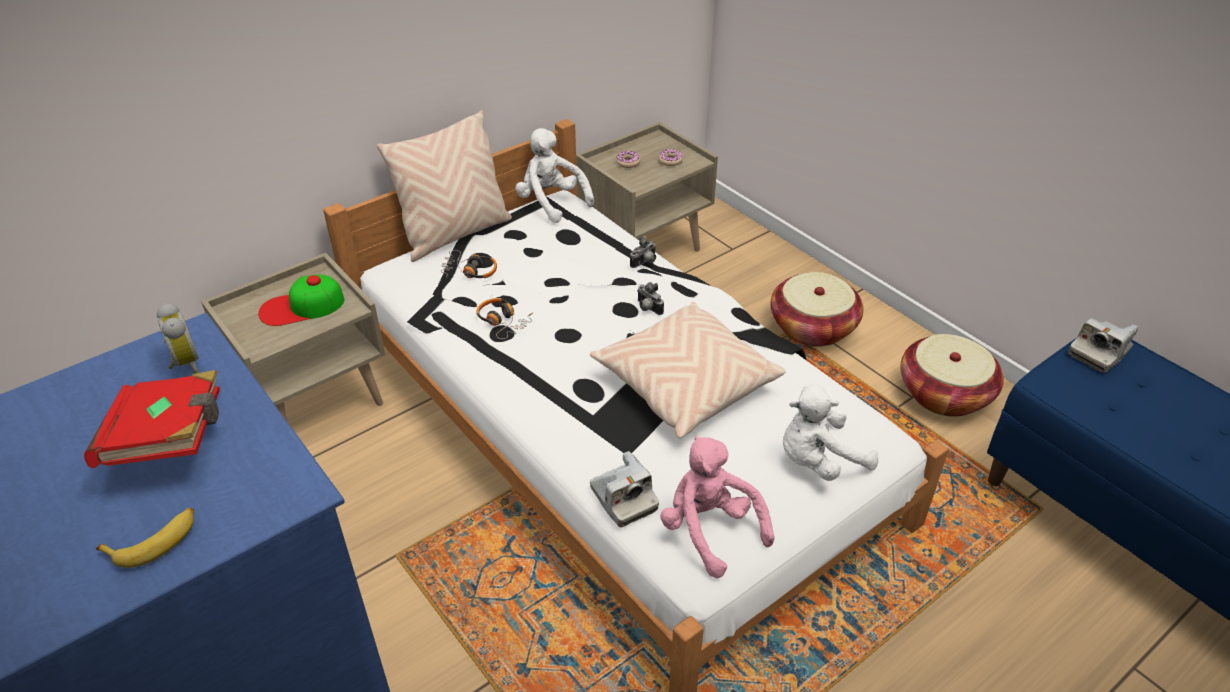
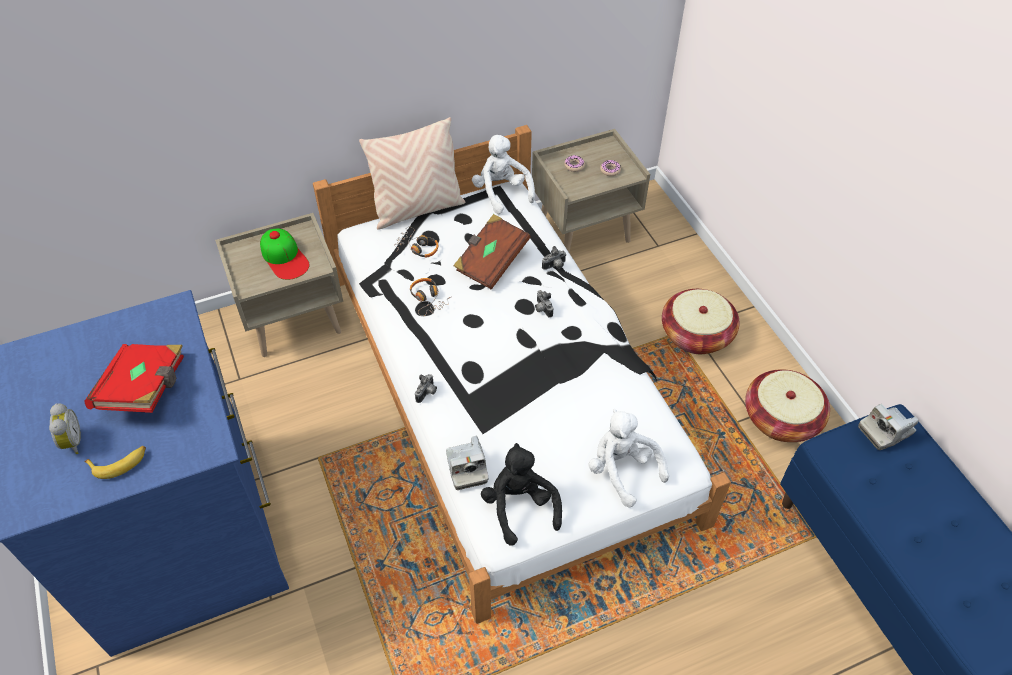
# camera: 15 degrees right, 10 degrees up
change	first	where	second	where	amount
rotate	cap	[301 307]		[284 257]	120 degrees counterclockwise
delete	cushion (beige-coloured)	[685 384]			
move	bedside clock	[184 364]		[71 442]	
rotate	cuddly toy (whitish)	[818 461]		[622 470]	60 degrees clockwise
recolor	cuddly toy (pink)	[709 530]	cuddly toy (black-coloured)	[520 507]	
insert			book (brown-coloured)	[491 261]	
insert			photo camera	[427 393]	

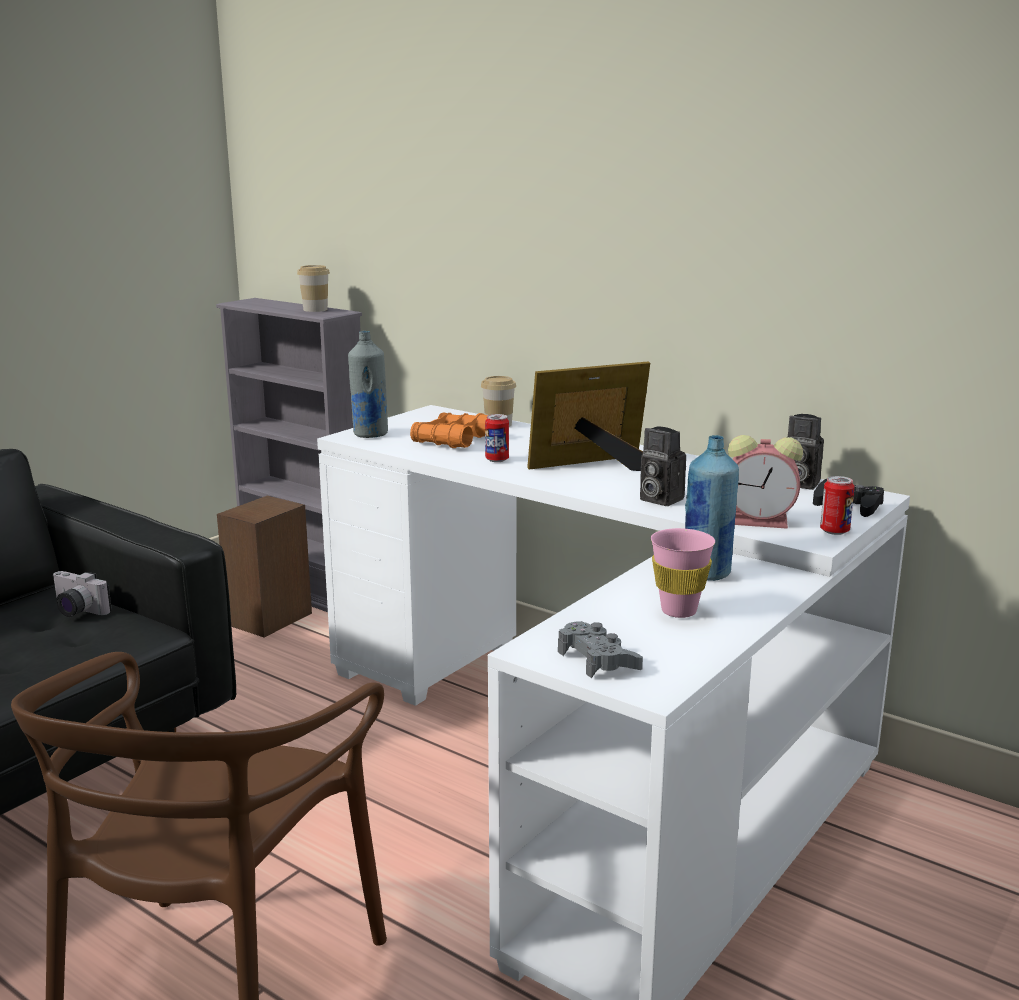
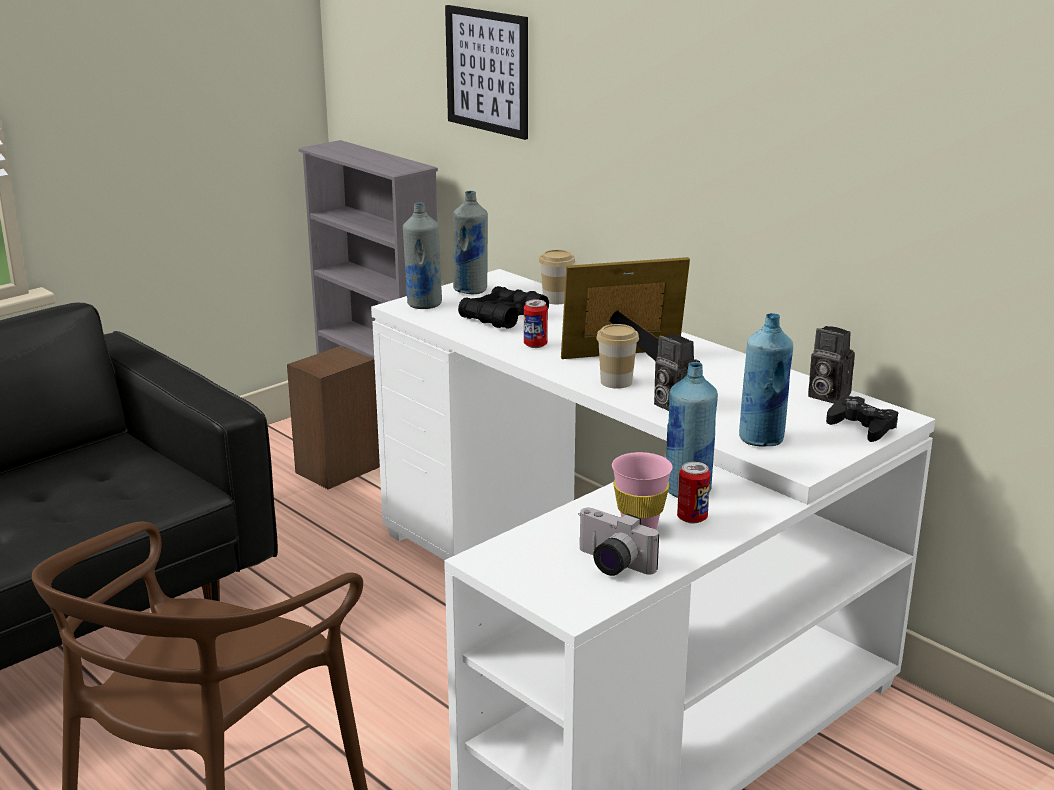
# camera: 10 degrees right, 5 degrees up
change	first	where	second	where	amount
move	small cup	[315 309]		[616 382]	
recolor	field glasses (orange-coloured)	[454 440]	field glasses (black-coloured)	[503 317]	
replace	bedside clock	[762 521]	drink bottle (bluish)	[762 439]	
move	sealed can	[834 531]		[692 518]	
move	photo camera	[76 611]		[610 564]	
delete	game controller (grey)	[598 660]			
insert			picture	[487 71]	
insert			drink bottle (grey)	[471 290]	

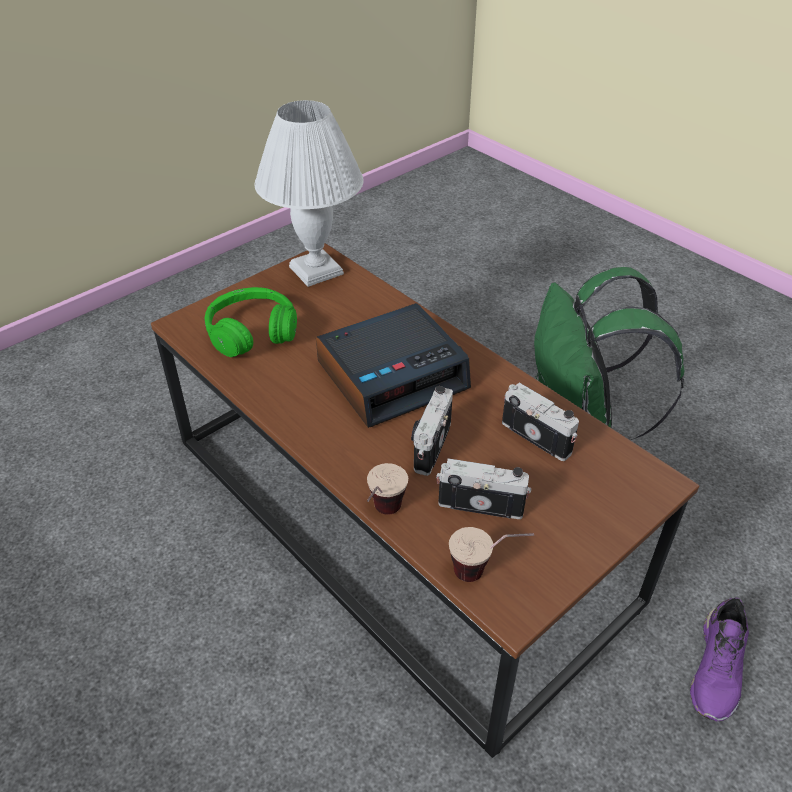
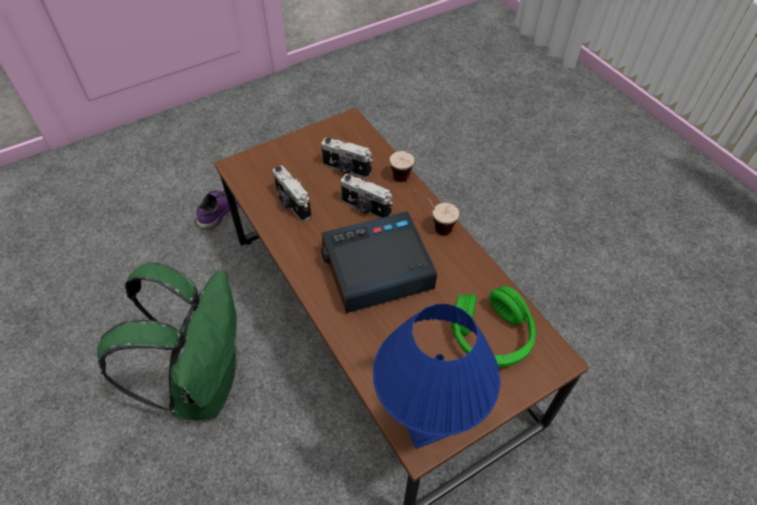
# camera: 170 degrees left, 10 degrees up
change	first	where	second	where	amount
recolor	lamp for a table (whitish)	[315 270]	lamp for a table (bluish)	[428 421]	
rotate	photo camera	[429 445]		[365 208]	90 degrees clockwise
move	small cup	[486 573]		[433 226]	

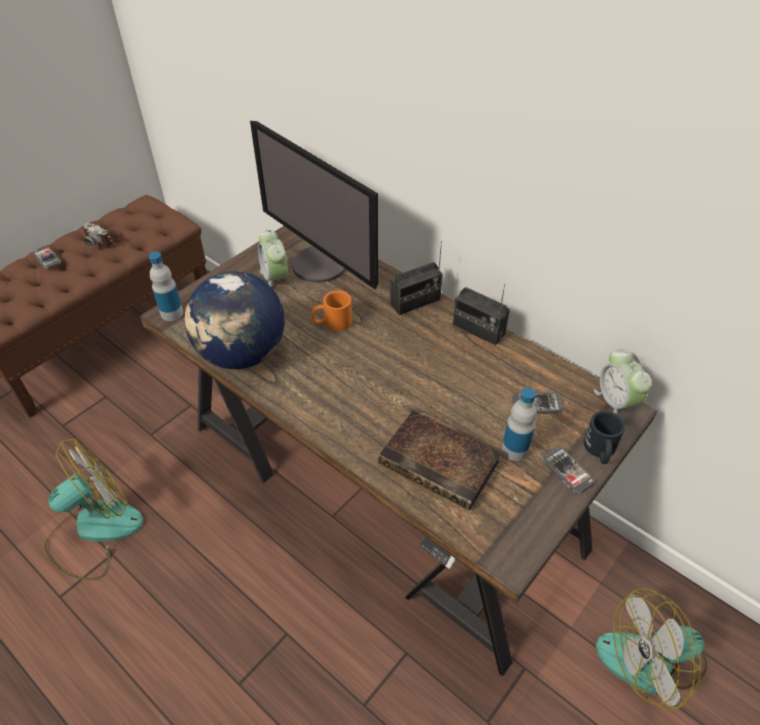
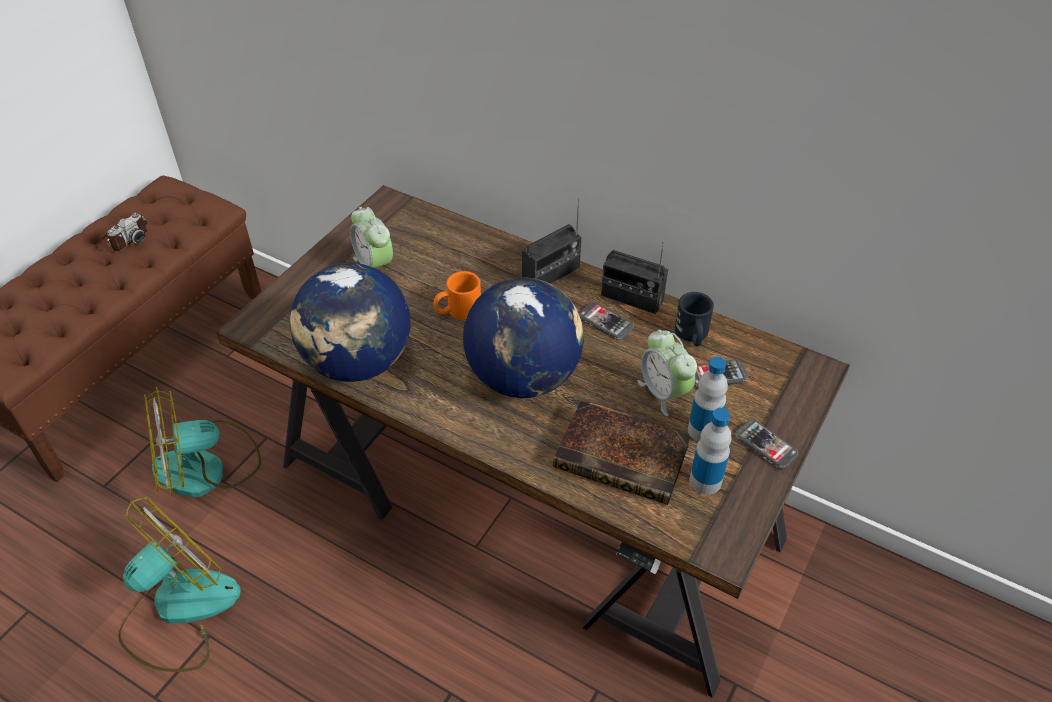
# camera: 10 degrees left, 0 degrees up
change	first	where	second	where	amount
delete	computer screen	[321 264]			
rotate	photo camera	[104 238]		[123 239]	75 degrees counterclockwise
move	handset	[47 258]		[606 322]	
move	drink bottle	[172 313]		[705 481]	
move	bedside clock	[616 403]		[664 393]	
move	tea mug (black-coloured)	[600 451]		[692 335]	
move	electric fan	[651 658]		[207 468]	
insert			globe	[523 377]	

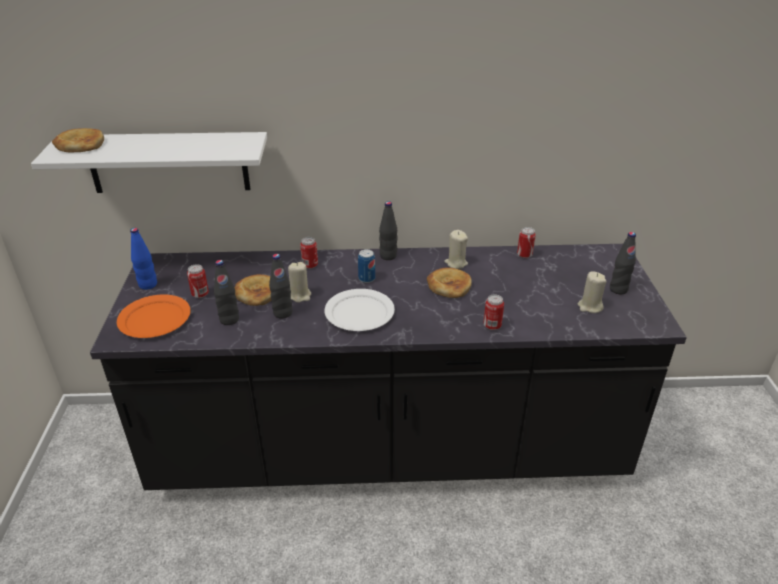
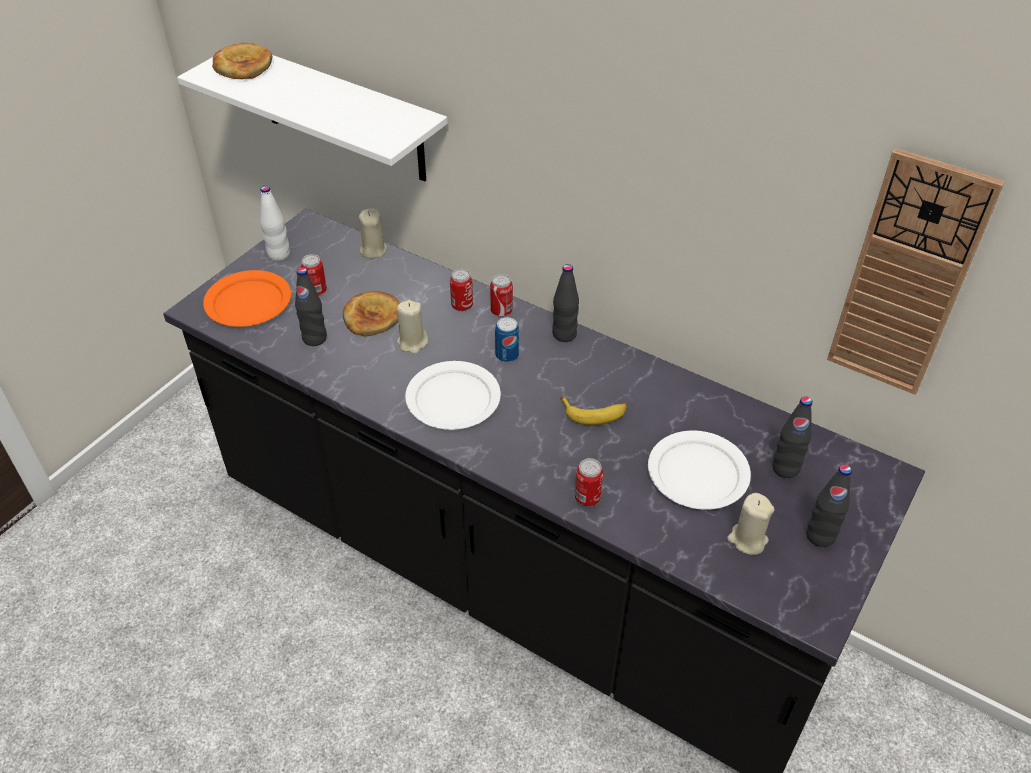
# camera: 35 degrees right, 10 degrees up
change	first	where	second	where	amount
move	sealed can	[524 255]		[501 311]	
recolor	drink bottle (bluish)	[148 285]	drink bottle (whitish)	[279 254]	
move	candle (beige-coloured)	[456 263]		[373 250]	
move	drink bottle (black-coloured)	[282 313]		[785 468]	
replace	baked bread	[449 285]	banana fruit	[594 413]	
insert			hanging clock	[907 278]	
insert			plate (whitish)	[697 473]	

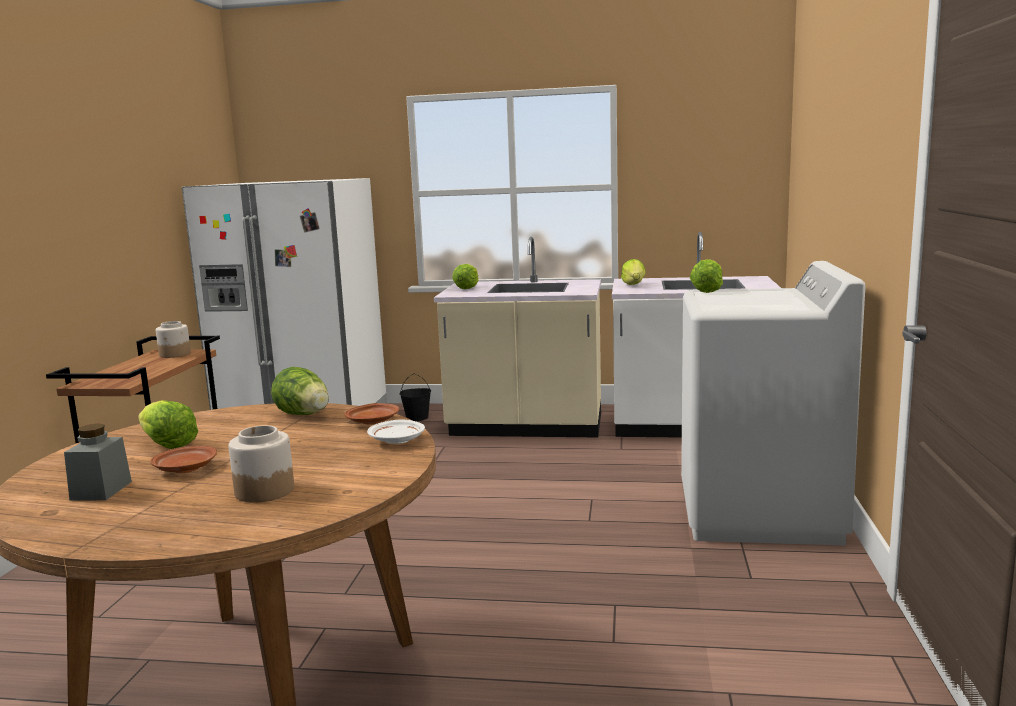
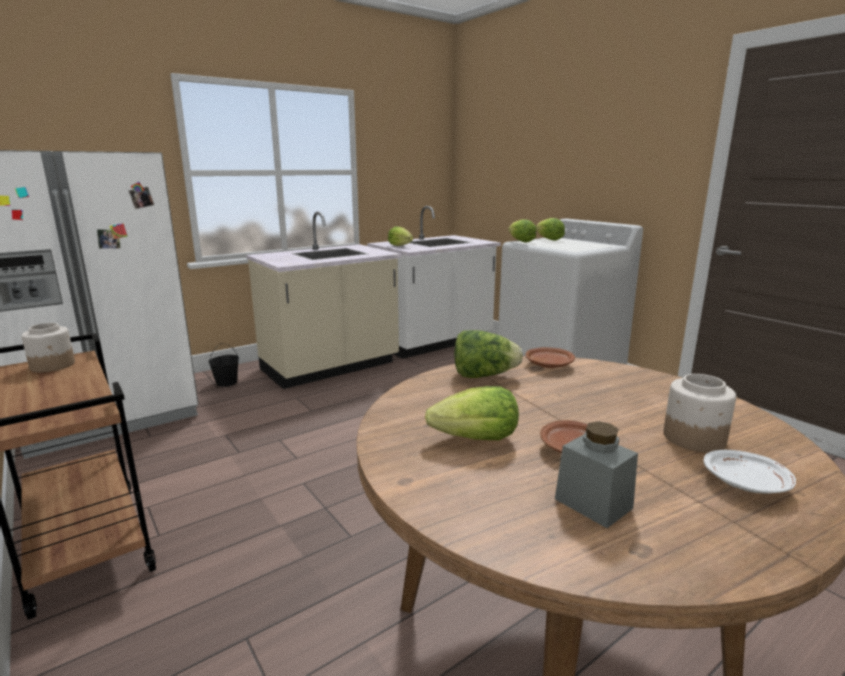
# camera: 45 degrees left, 5 degrees up
change	first	where	second	where	amount
move	lettuce	[467 288]		[549 239]	
move	plate (whitish)	[397 440]		[746 483]	

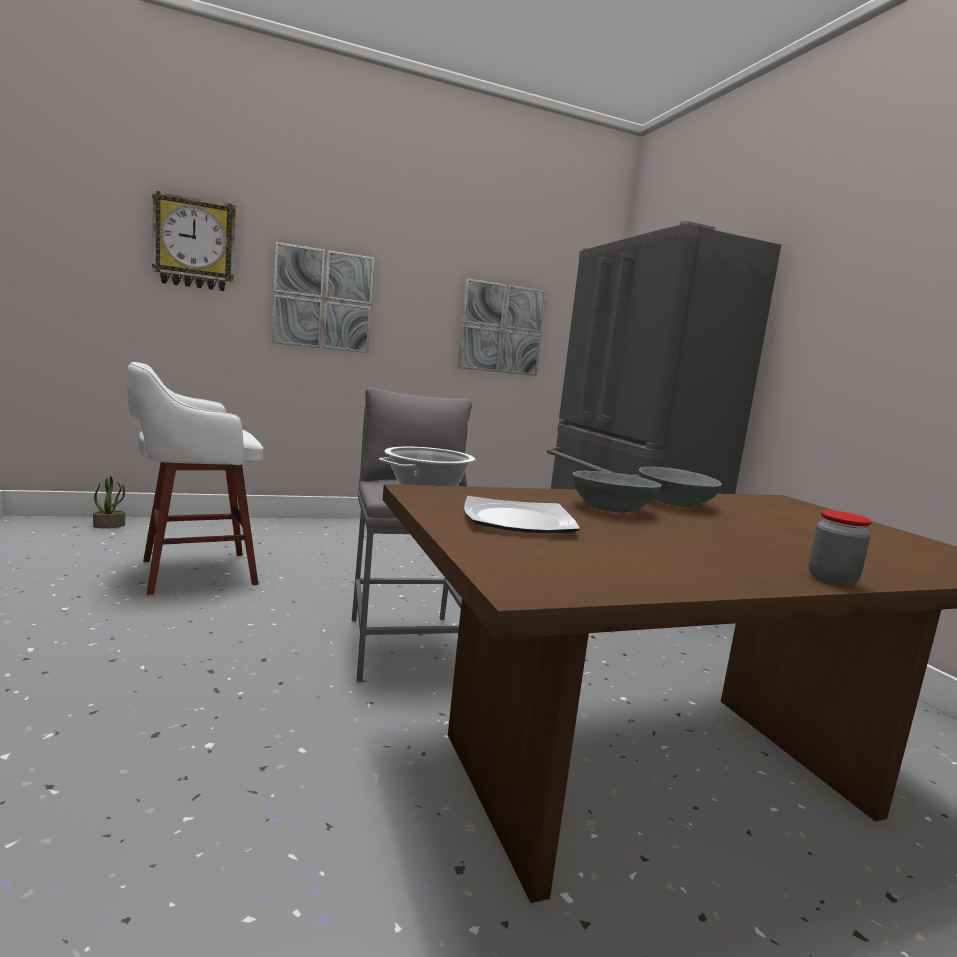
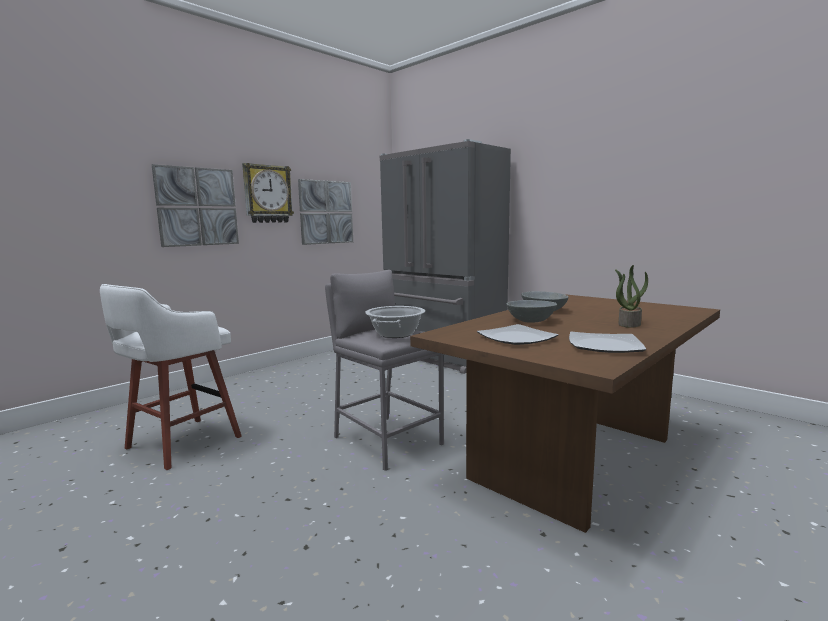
# camera: 25 degrees left, 0 degrees up
change	first	where	second	where	amount
move	hanging clock	[194 244]		[267 194]	
move	potted plant	[109 525]		[628 324]	
delete	storage jar	[831 580]			
insert			plate	[604 346]	

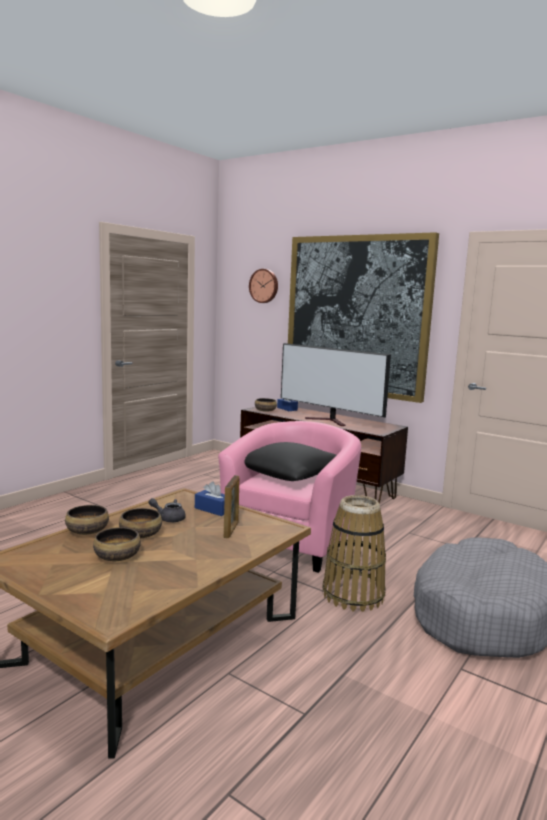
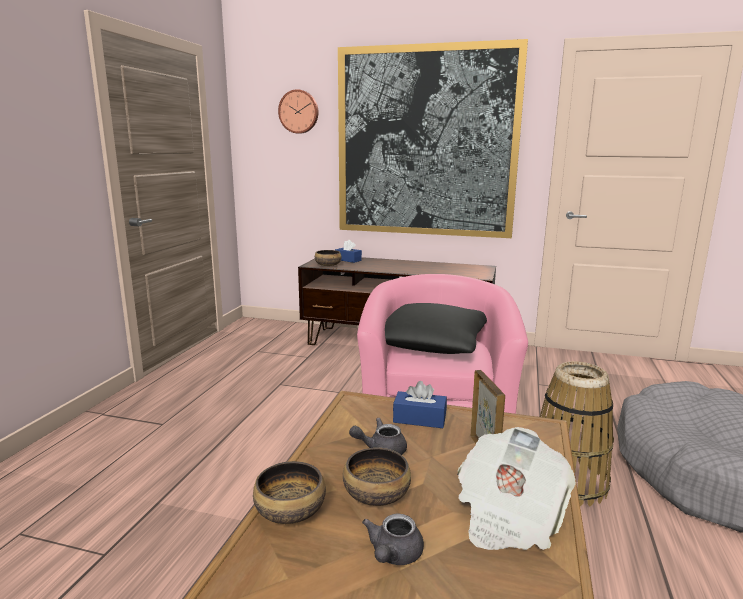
# camera: 20 degrees left, 5 degrees up
change	first	where	second	where	amount
delete	TV	[330 421]			
replace	serving bowl	[117 557]	pot for tea (grey)	[393 555]	
insert			daily paper	[508 515]	

